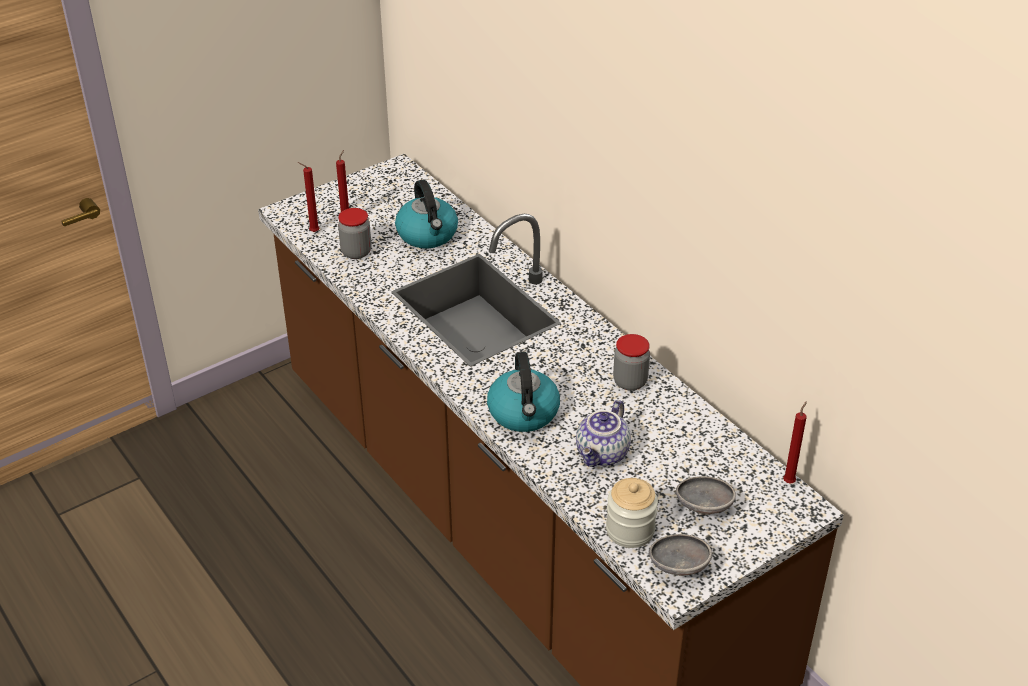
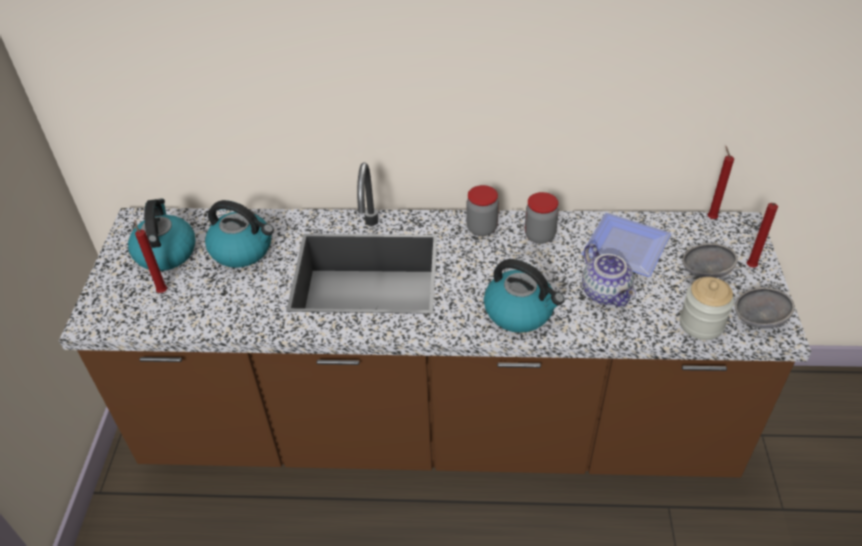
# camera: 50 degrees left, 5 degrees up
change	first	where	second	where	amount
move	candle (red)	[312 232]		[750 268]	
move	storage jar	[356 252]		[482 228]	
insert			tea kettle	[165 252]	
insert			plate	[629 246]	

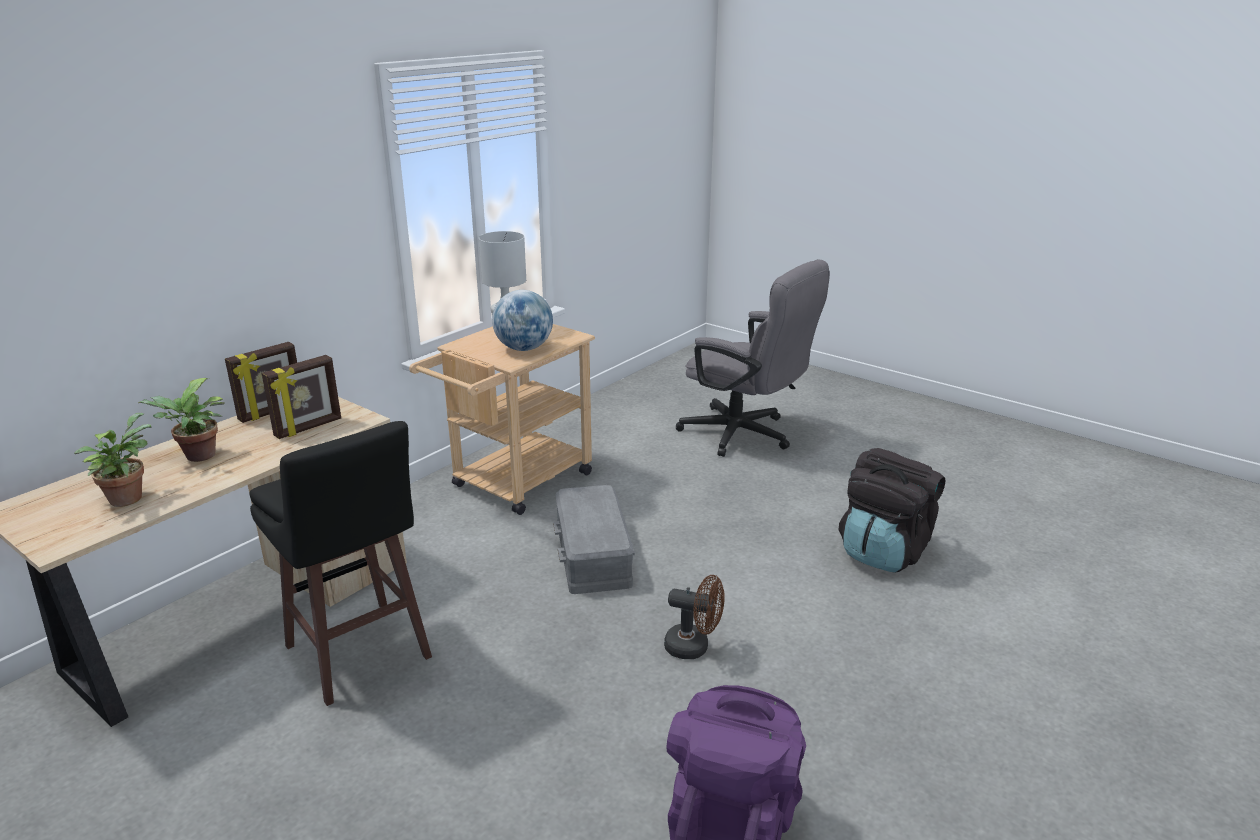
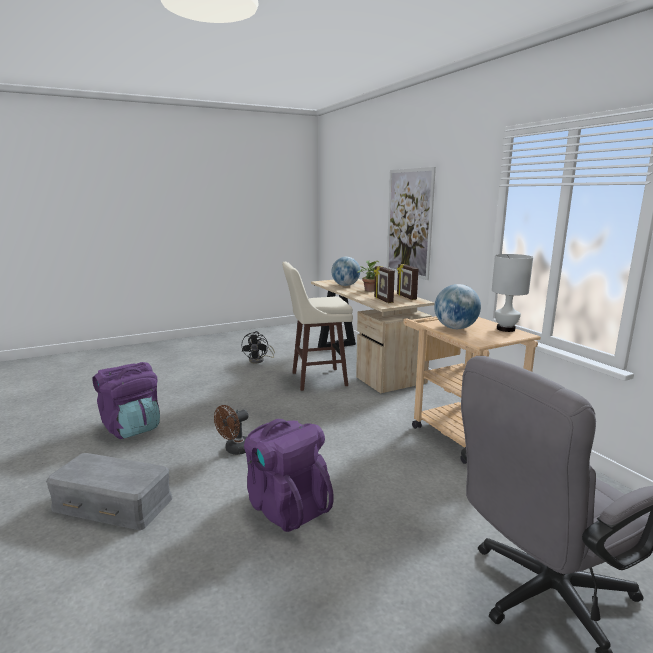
# camera: 115 degrees right, 10 degrees down
change	first	where	second	where	amount
replace	potted plant	[127 497]	globe	[345 285]	
recolor	stool (black-coloured)	[359 655]	stool (beige-coloured)	[317 379]	
delete	rucksack (black-coloured)	[884 551]			
move	storage bin (grey)	[591 554]		[114 503]	
insert			picture	[409 223]	
insert			electric fan (black-coloured)	[259 360]	
insert			rucksack (purplish)	[286 505]	

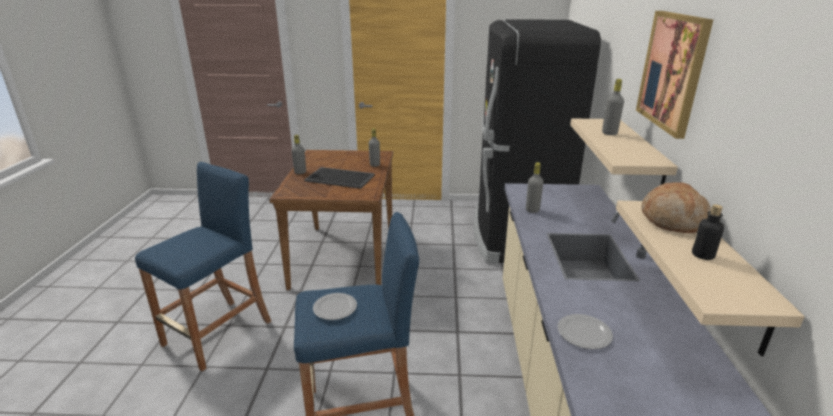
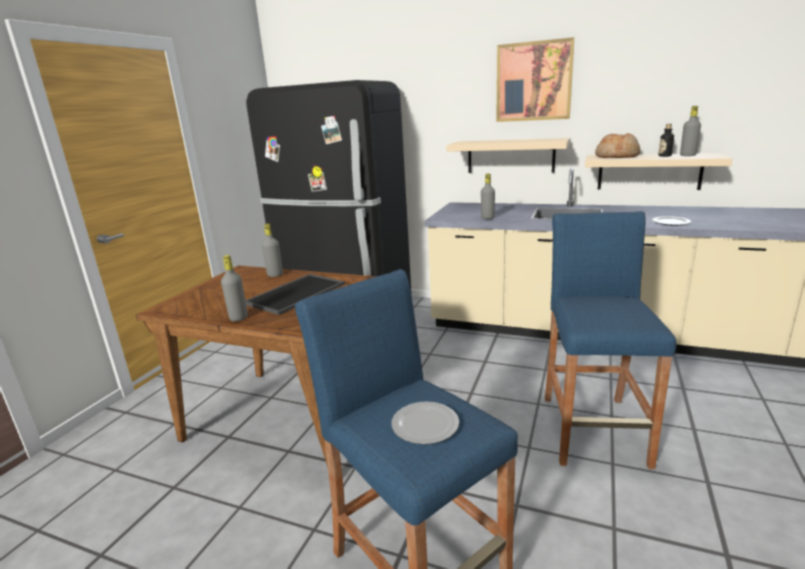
# camera: 70 degrees left, 5 degrees down
change	first	where	second	where	amount
move	drink bottle (grey)	[609 133]		[687 155]	
move	plate	[334 308]		[425 426]	

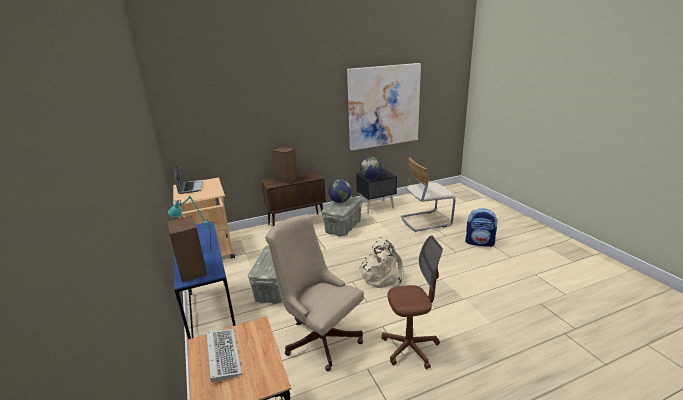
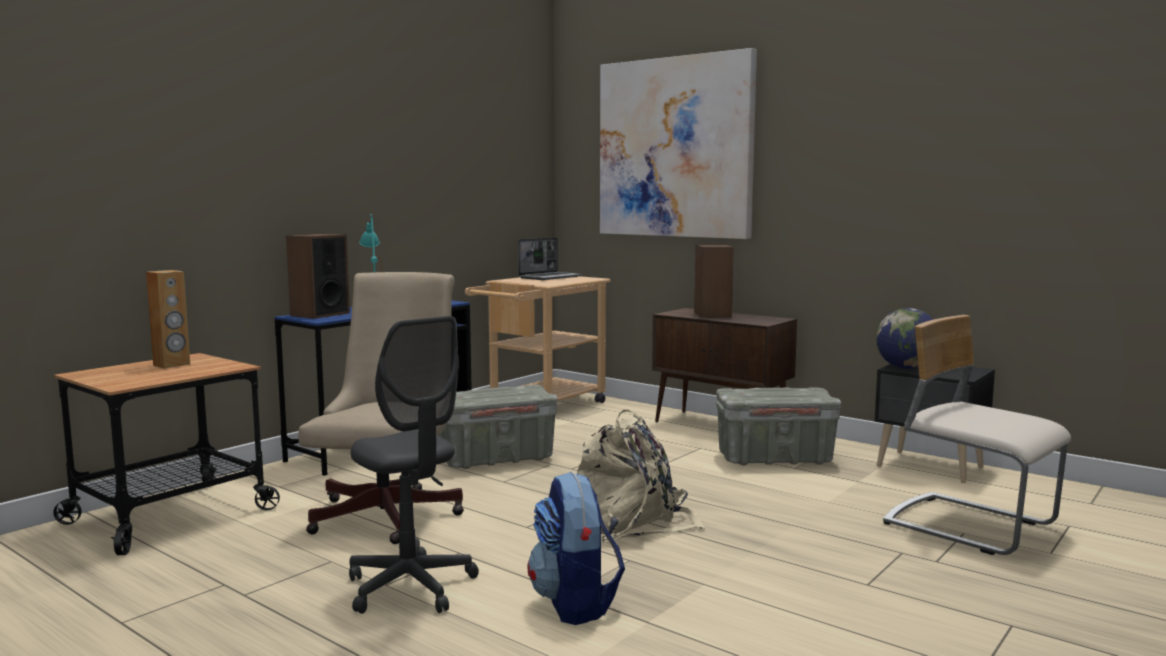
# camera: 60 degrees right, 15 degrees down
change	first	where	second	where	amount
move	picture	[383 106]		[675 148]	
delete	globe	[340 201]			
move	rucksack	[480 242]		[575 604]	
recolor	desk chair (brown-coloured)	[410 348]	desk chair (grey)	[410 587]	
replace	computer keyboard	[222 354]	audio speaker (brown-coloured)	[172 365]	

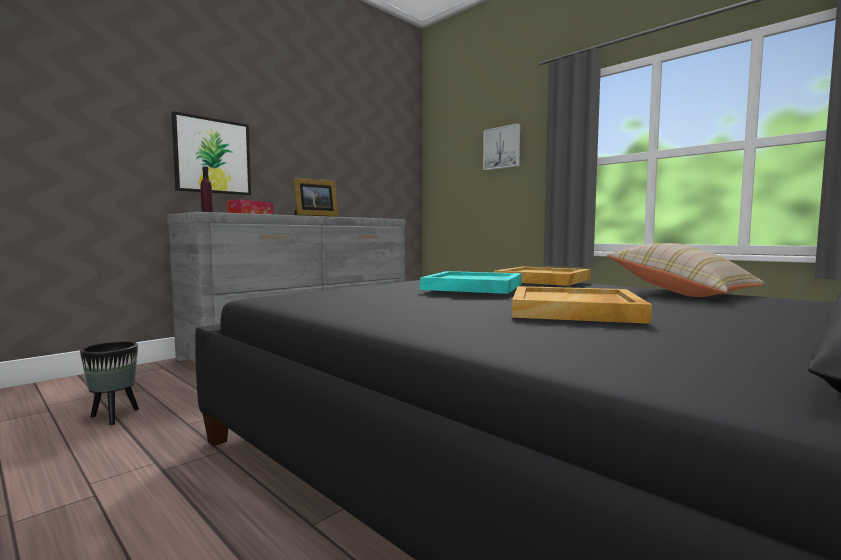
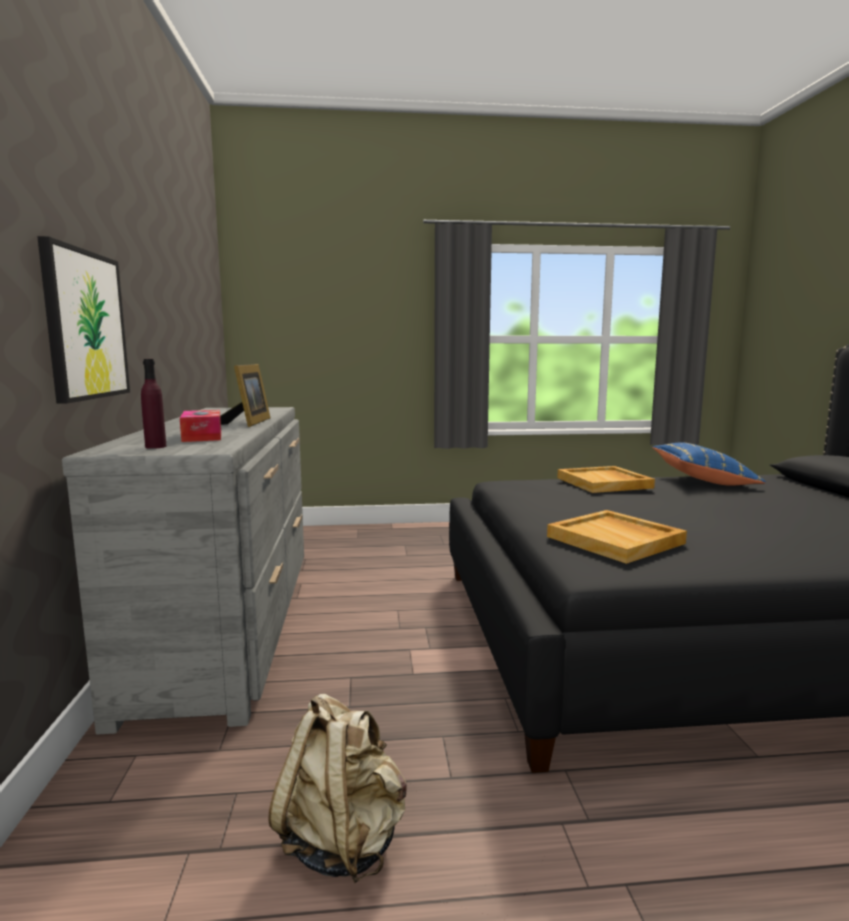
# camera: 50 degrees left, 5 degrees up
change	first	where	second	where	amount
delete	picture	[502 148]			
recolor	cushion (beige-coloured)	[683 293]	cushion (bluish)	[702 481]	
delete	carrying tray (blue-green)	[474 287]			
move	carrying tray (beige-coloured)	[575 310]		[616 540]	
replace	planter (black-coloured)	[114 417]	rucksack (beige-coloured)	[343 840]	

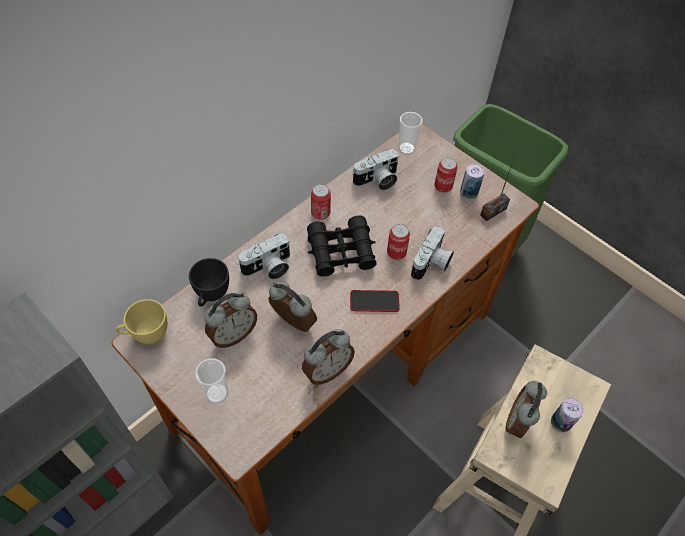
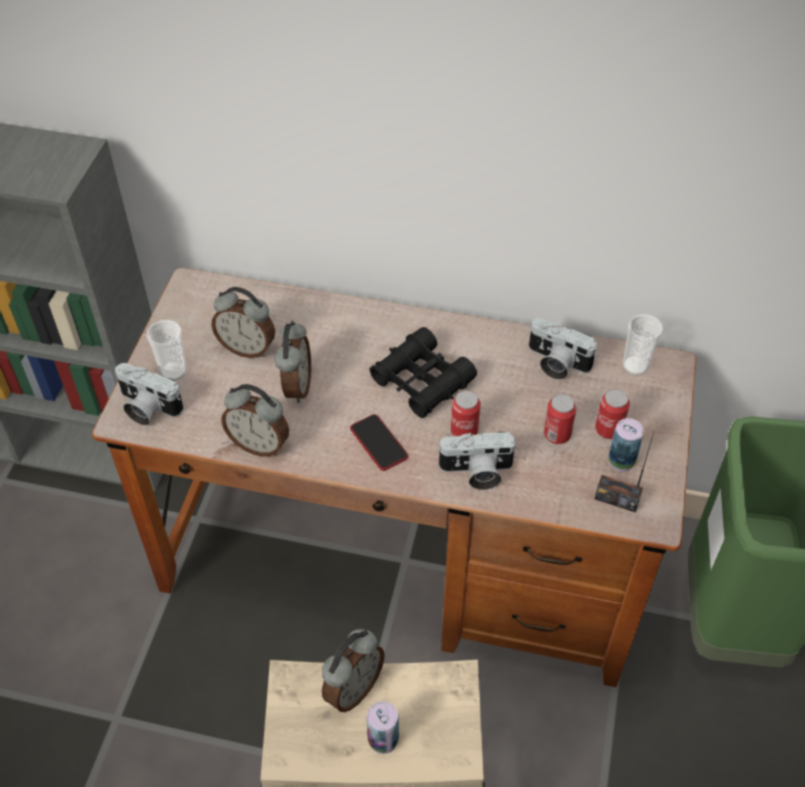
# camera: 60 degrees right, 5 degrees down
change	first	where	second	where	amount
move	sealed can	[320 213]		[557 434]	
move	photo camera	[268 268]		[146 408]	
delete	small cup (black-coloured)	[211 296]			
delete	small cup (yellow)	[146 334]			
rotate	bedside clock	[518 421]		[352 688]	135 degrees clockwise

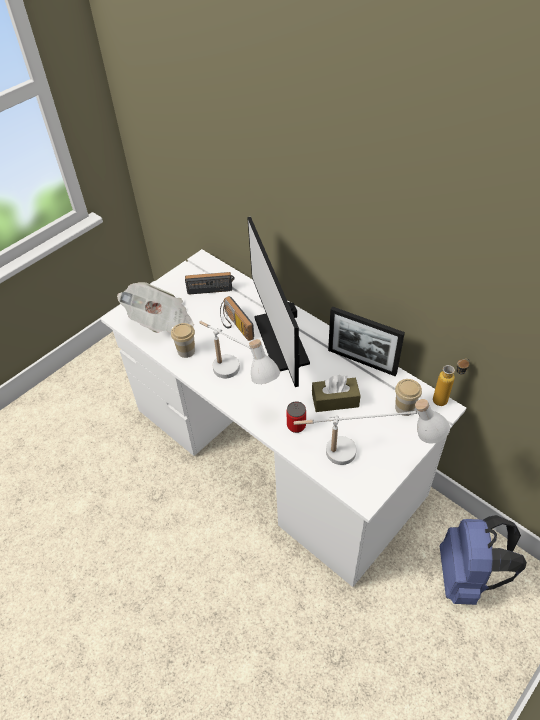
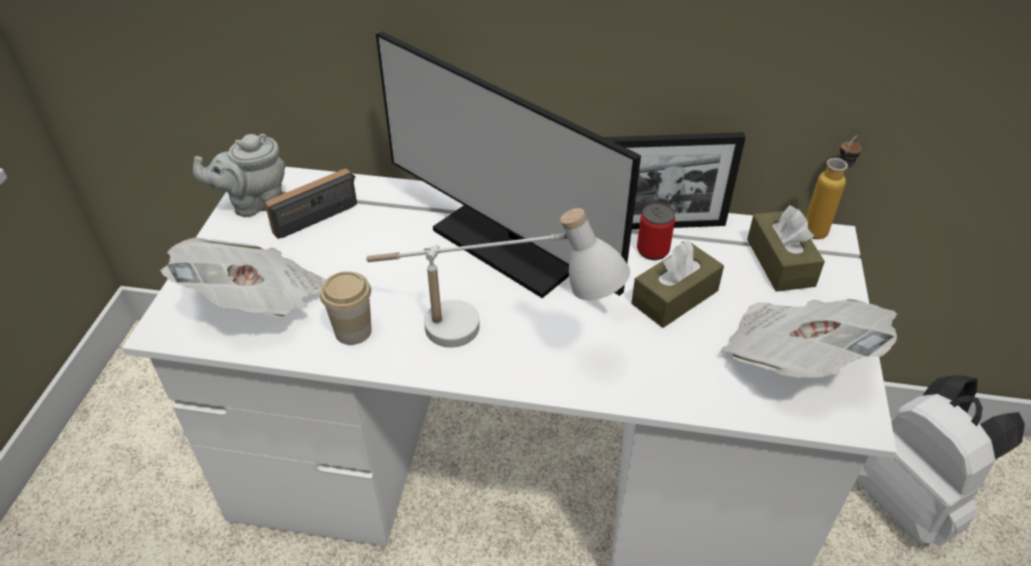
# camera: 35 degrees left, 5 degrees down
change	first	where	second	where	amount
delete	radio	[234 326]			
replace	small cup	[404 408]	box of tissues (brown-coloured)	[780 262]	
replace	lamp for a table (whitish)	[363 456]	daily paper	[794 359]	
move	sealed can	[296 425]		[652 250]	
recolor	rucksack (bluish)	[467 577]	rucksack (whitish)	[910 501]	
insert			pot for tea (grey)	[254 204]	

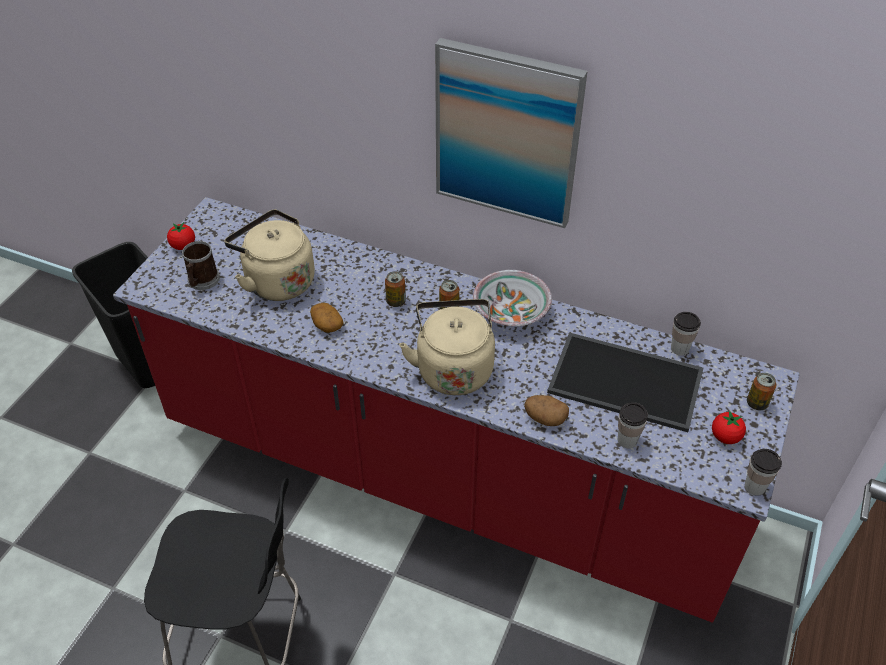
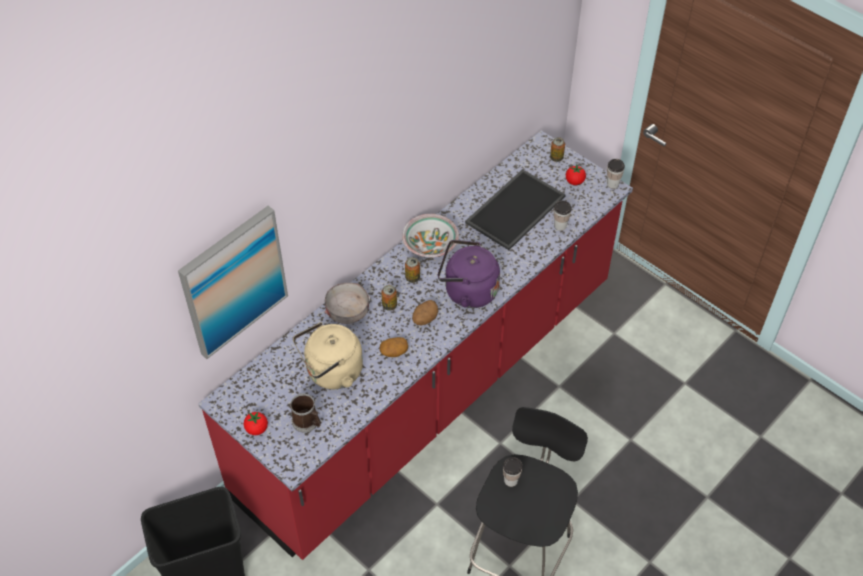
# camera: 70 degrees left, 5 degrees up
change	first	where	second	where	amount
move	picture	[507 134]		[233 281]	
recolor	tea kettle (beige-coloured)	[453 368]	tea kettle (purplish)	[467 291]	
move	small cup	[679 348]		[511 480]	
move	potato	[545 418]		[424 319]	
insert			serving bowl (grey)	[347 311]	

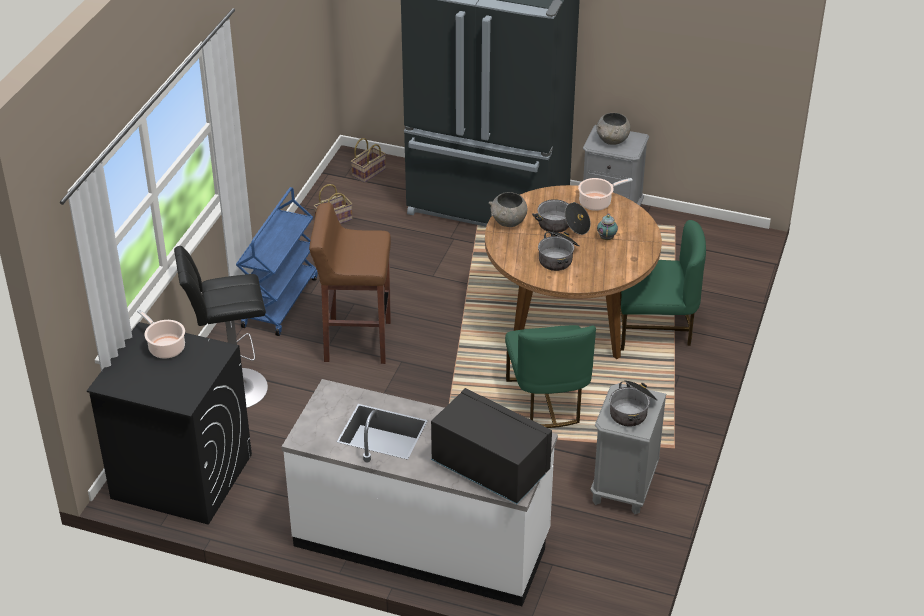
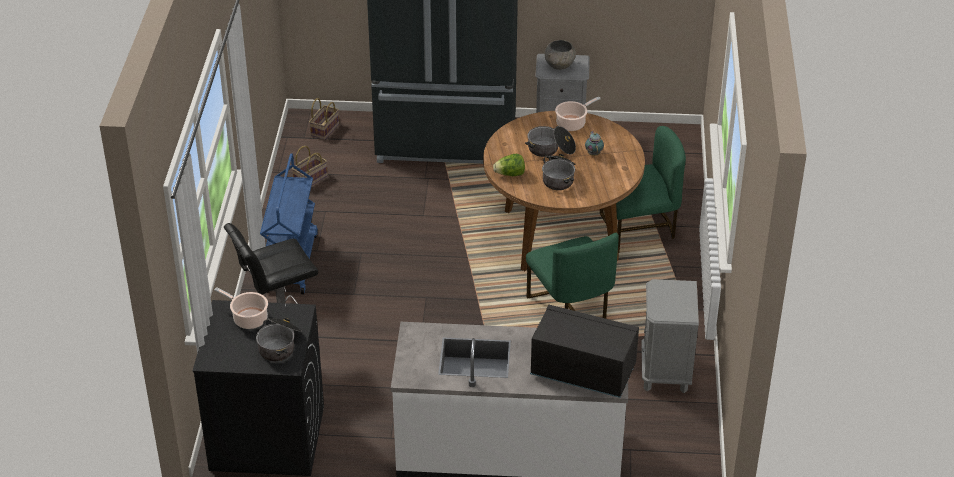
# camera: 15 degrees left, 0 degrees up
change	first	where	second	where	amount
delete	serving bowl (grey)	[508 222]			
delete	stool (brown-coloured)	[356 341]			
move	cooking pot	[632 410]		[280 345]	
insert			lettuce	[510 174]	

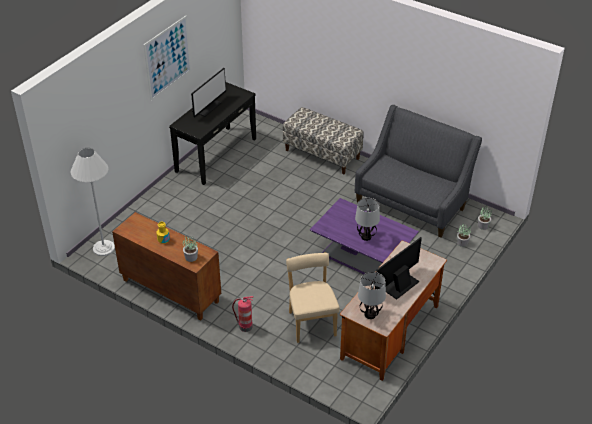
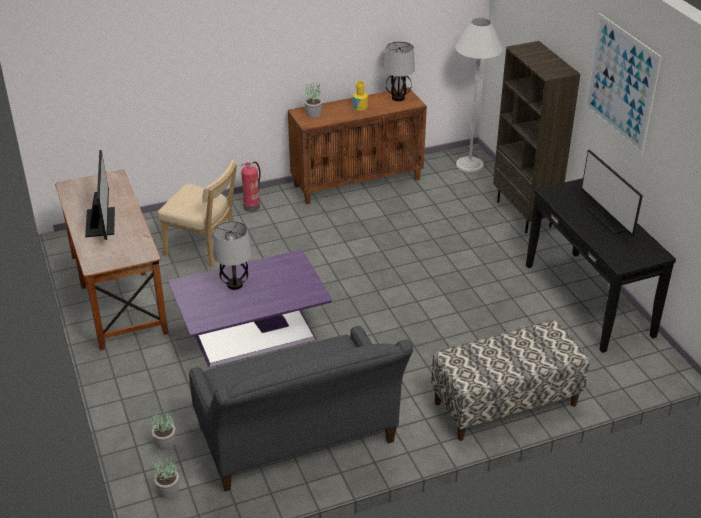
# camera: 125 degrees right, 5 degrees down
change	first	where	second	where	amount
move	lamp for a table	[370 315]		[397 98]	
insert			bookshelf (brown-coloured)	[524 214]	

